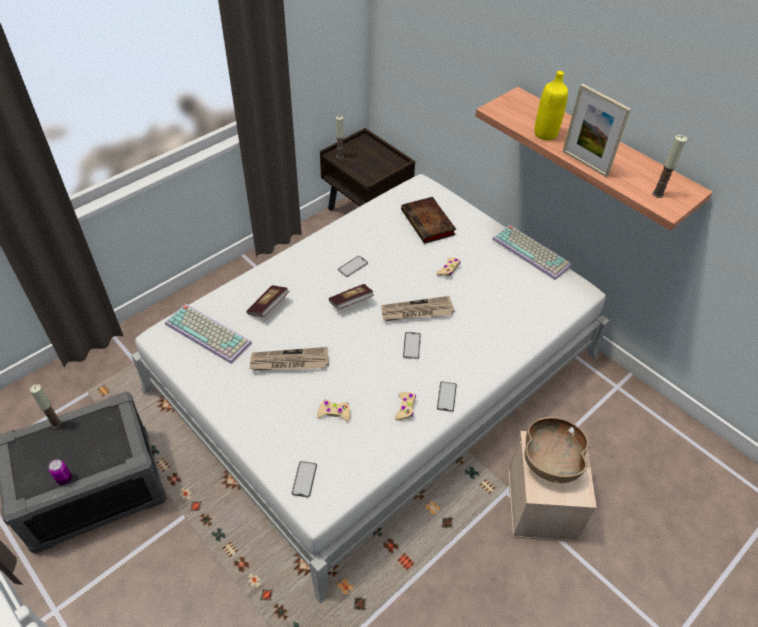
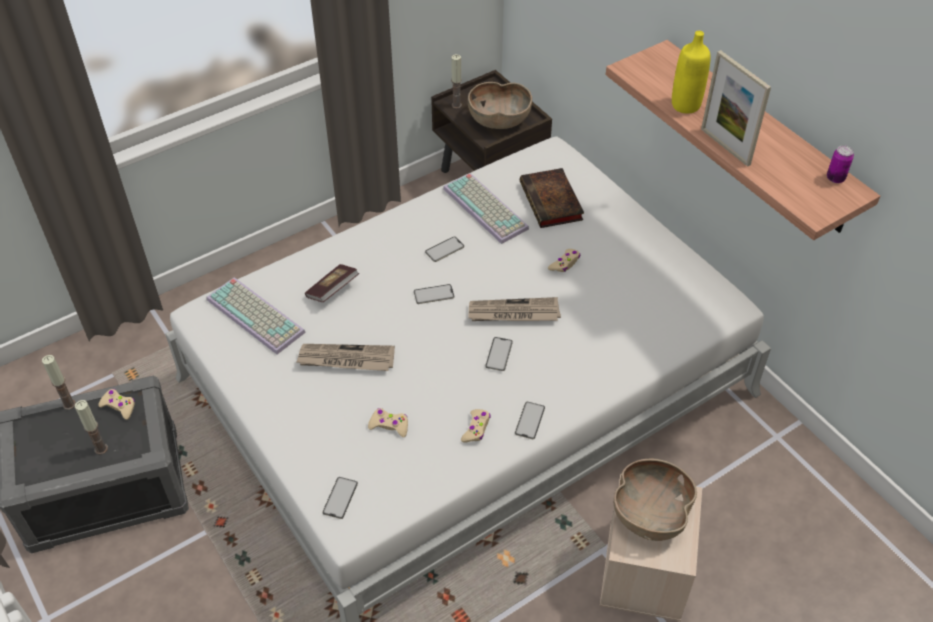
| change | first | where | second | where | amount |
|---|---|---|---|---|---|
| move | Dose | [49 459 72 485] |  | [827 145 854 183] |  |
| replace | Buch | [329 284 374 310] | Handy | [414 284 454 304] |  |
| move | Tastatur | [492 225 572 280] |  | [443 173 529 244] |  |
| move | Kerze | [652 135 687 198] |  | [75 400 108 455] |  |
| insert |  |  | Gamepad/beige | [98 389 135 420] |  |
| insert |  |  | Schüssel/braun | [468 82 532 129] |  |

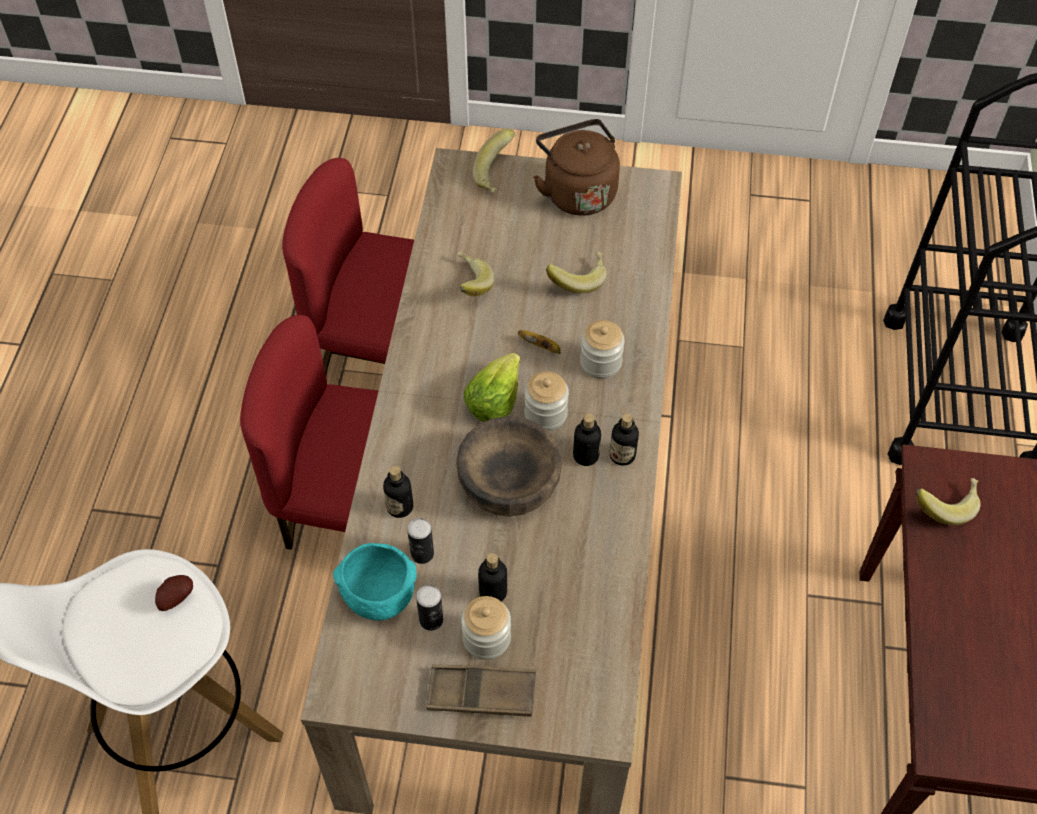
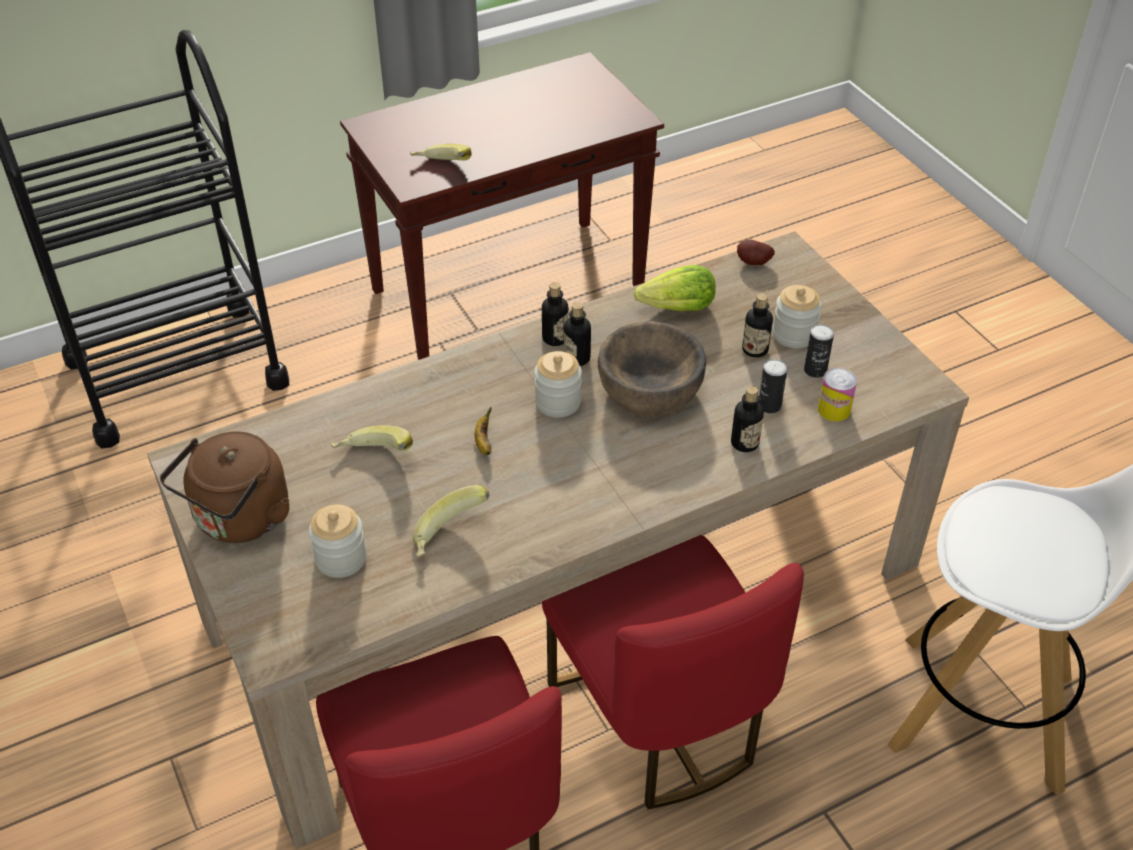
| change | first | where | second | where | amount |
|---|---|---|---|---|---|
| move | Kartoffel | [155 575 193 611] |  | [737 240 775 265] |  |
| replace | Schüssel/türkis | [333 543 417 621] | Dose | [818 367 857 422] |  |
| delete | Tablett/braun | [426 664 536 717] |  |  |  |
| move | Salatkopf | [464 353 520 422] |  | [634 265 716 311] |  |
| delete | Banane | [473 129 515 193] |  |  |  |
| move | Vorratsglas | [580 320 625 379] |  | [309 504 367 578] |  |

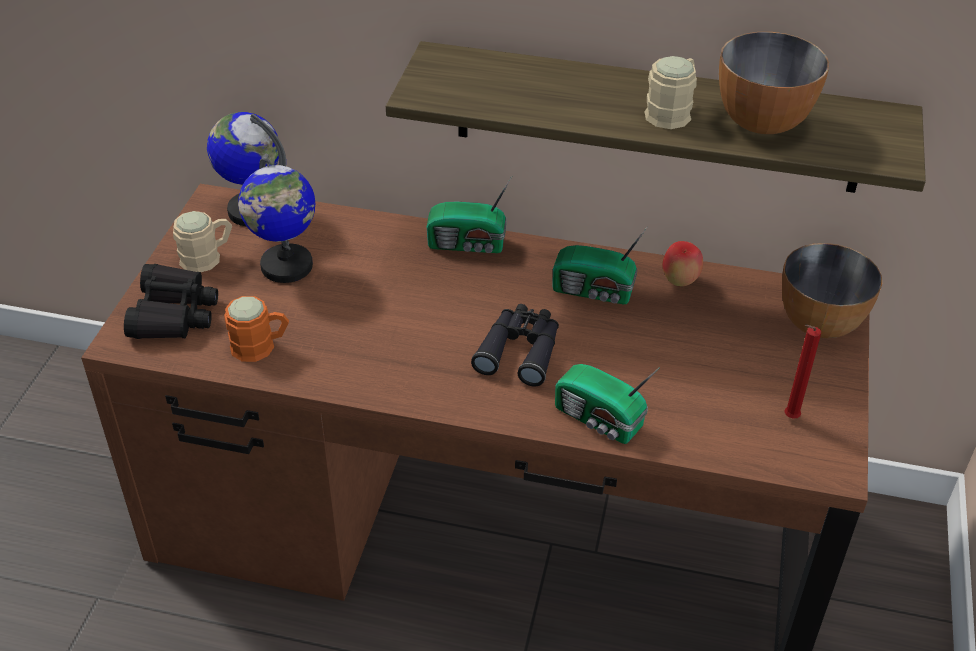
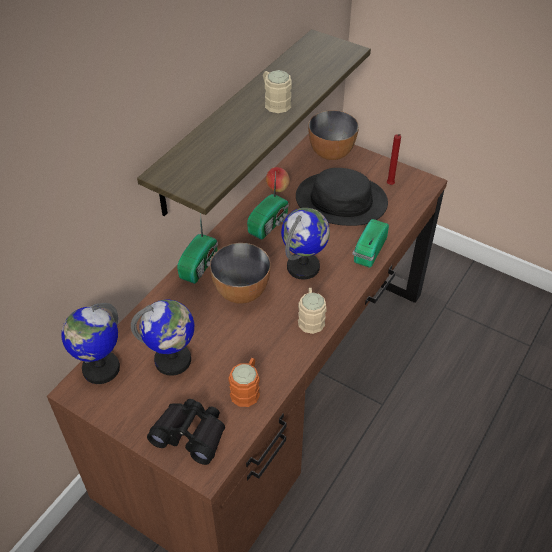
| change | first | where | second | where | amount |
|---|---|---|---|---|---|
| move | Henkelbecher/beige | [173 211 232 272] |  | [298 288 327 334] |  |
| replace | Fernglas/schwarz | [471 304 559 387] | Globus | [281 208 330 280] |  |
| rotate | Radio | [555 364 660 444] |  | [352 219 389 268] | 150 degrees clockwise |
| move | Schüssel | [719 32 829 134] |  | [210 243 271 304] |  |
| insert |  |  | Hut/schwarz | [296 168 388 226] |  |

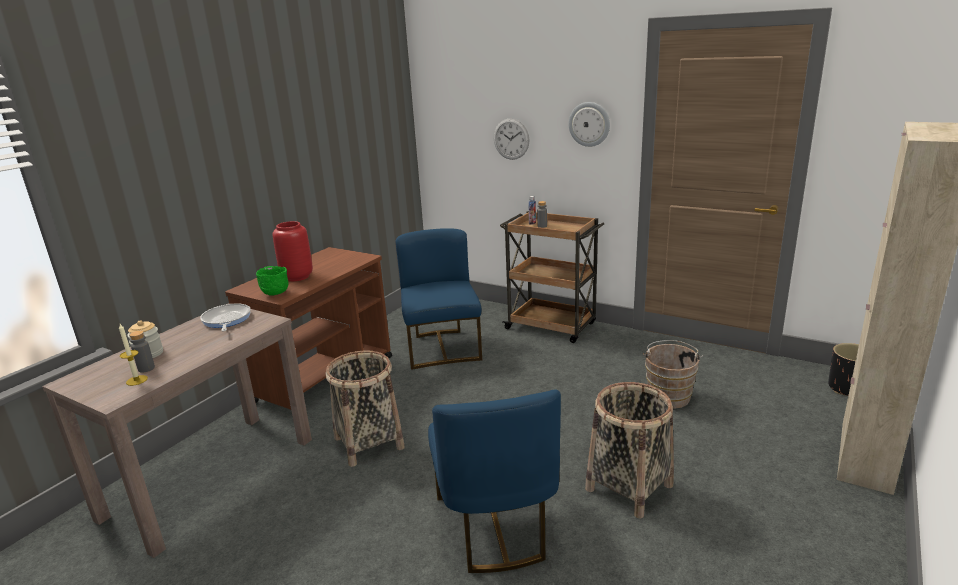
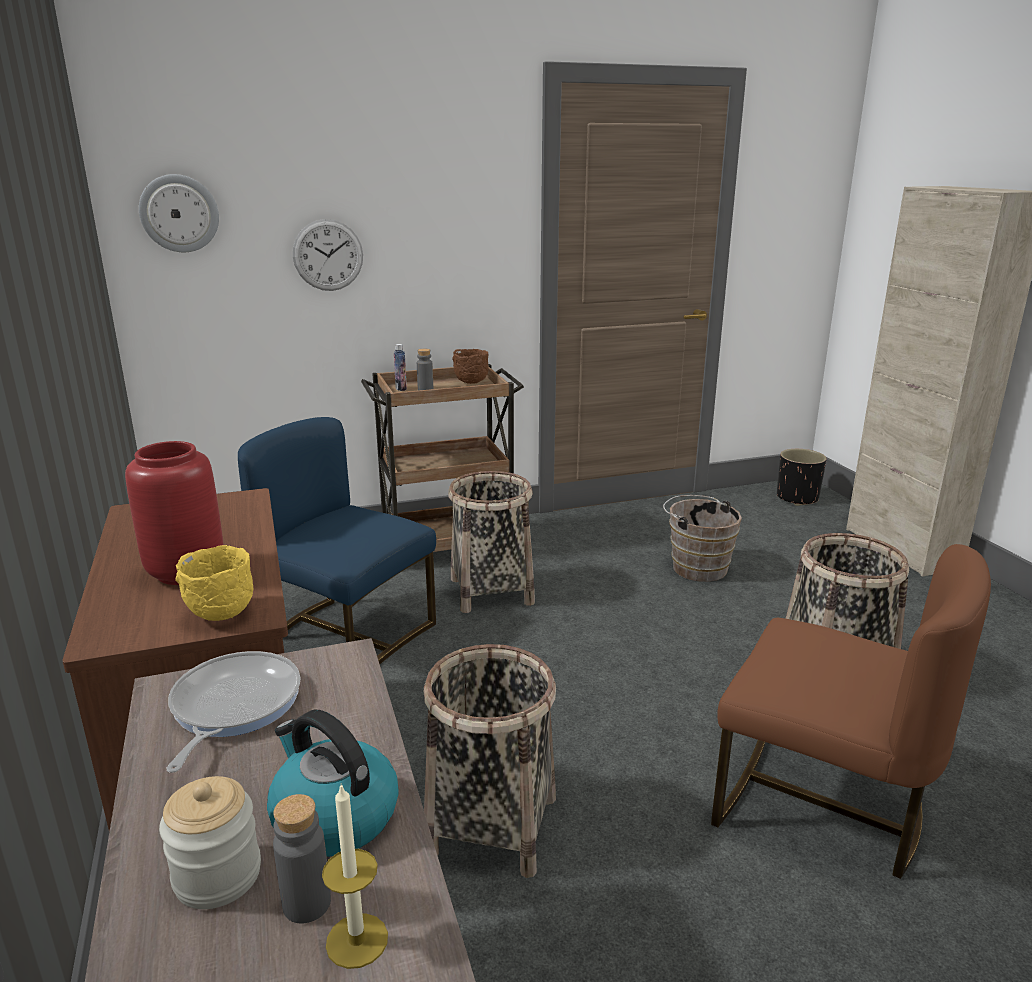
| change | first | where | second | where | amount |
|---|---|---|---|---|---|
| rotate | Pfanne | [200 303 251 331] |  | [167 651 300 773] | 75 degrees clockwise |
| recolor | Schüssel/grün | [256 266 288 296] | Schüssel/gelb | [175 545 254 621] |  |
| recolor | Stuhl/blau | [428 389 561 573] | Stuhl/braun | [711 544 991 879] |  |
| move | Wanduhr | [569 102 610 147] |  | [139 174 219 252] |  |
| insert |  |  | Wasserkessel | [267 710 399 857] |  |
| insert |  |  | Korb | [448 471 535 613] |  |
| insert |  |  | Schüssel/braun | [452 349 488 384] |  |

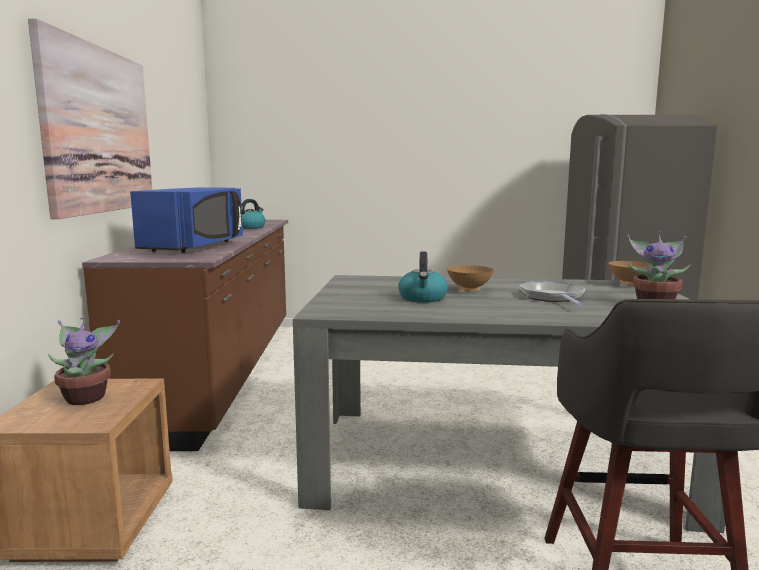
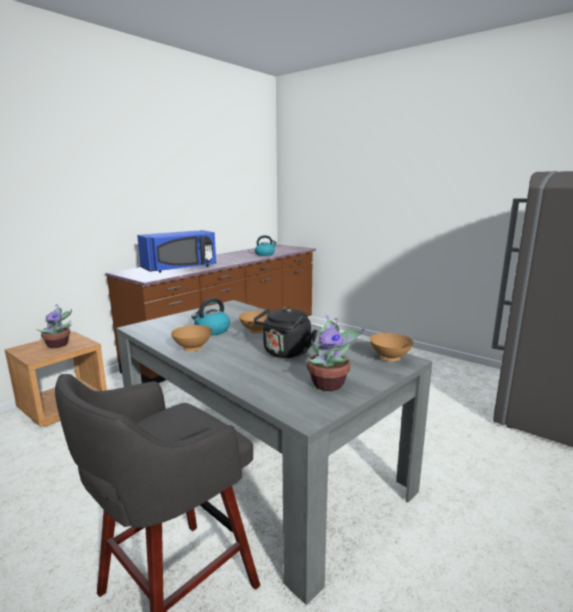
| change | first | where | second | where | amount |
|---|---|---|---|---|---|
| delete | Bild | [28 18 152 219] |  |  |  |
| replace | Pfanne | [519 281 585 306] | Wasserkessel/schwarz | [254 307 318 358] |  |
| insert |  |  | Schüssel/braun | [171 325 212 351] |  |

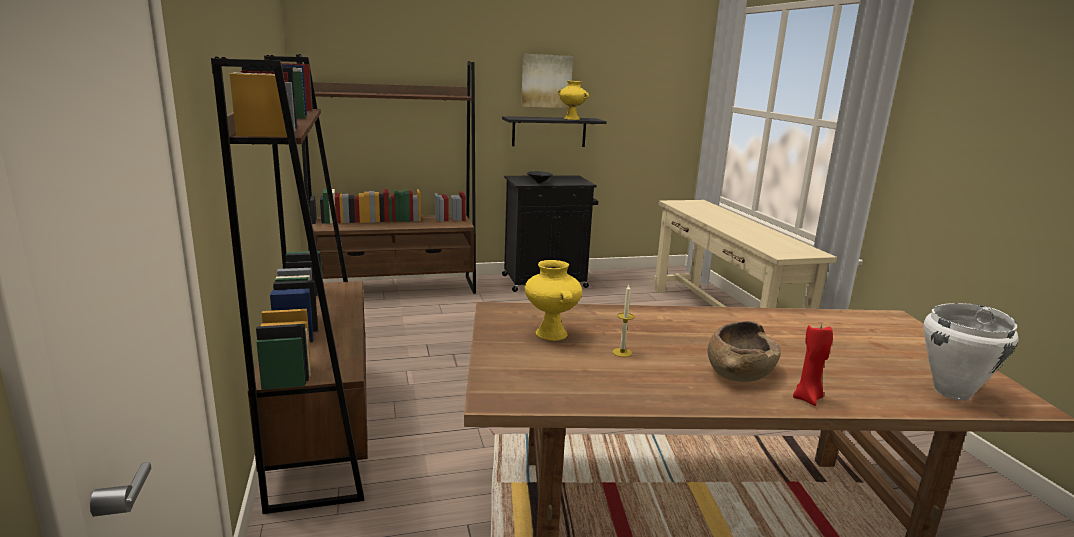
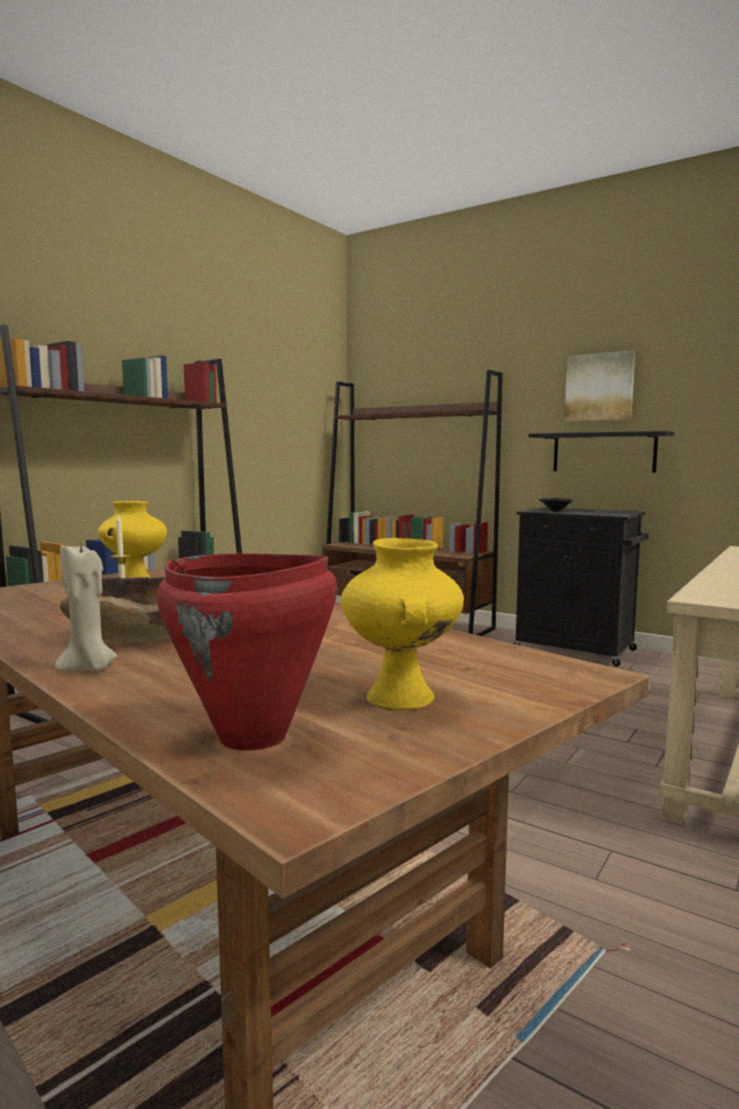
| change | first | where | second | where | amount |
|---|---|---|---|---|---|
| move | Vase/gelb | [558 80 589 120] |  | [341 538 464 710] |  |
| recolor | Kerze/rot | [793 324 833 406] | Kerze/beige | [55 545 117 670] |  |
| recolor | Kochtopf/weiß | [924 303 1018 400] | Kochtopf/rot | [157 553 337 751] |  |

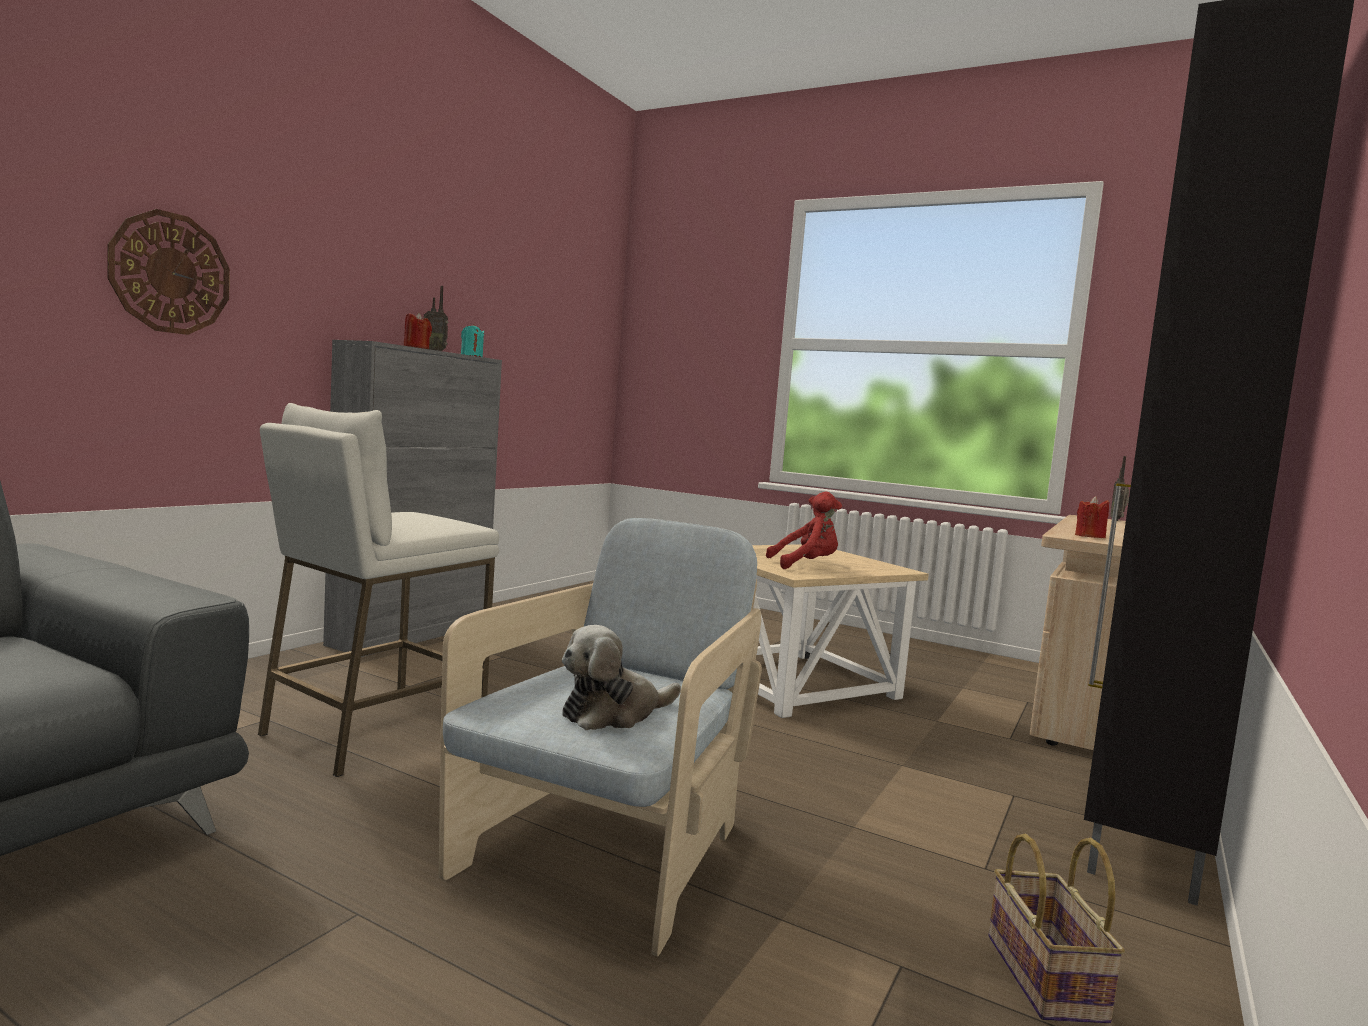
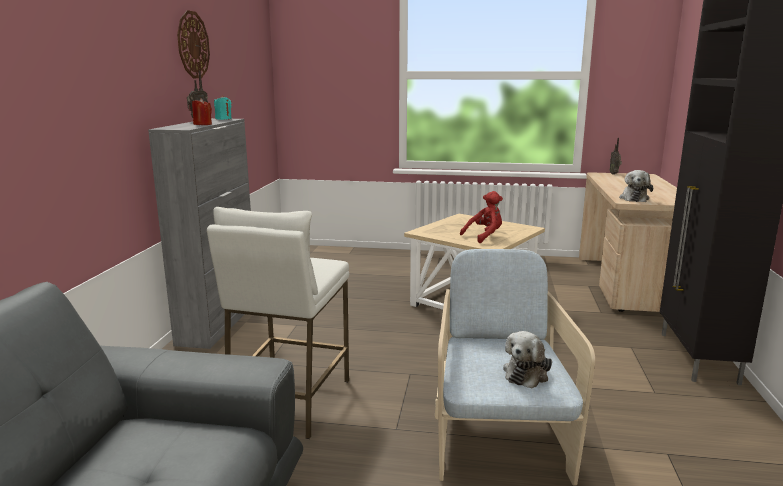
| change | first | where | second | where | amount |
|---|---|---|---|---|---|
| move | Wanduhr | [107 209 230 335] |  | [177 10 210 78] |  |
| delete | Korb | [988 834 1125 1024] |  |  |  |
| replace | Kerze/rot | [1075 496 1109 538] | Plüschtier | [619 170 653 202] |  |

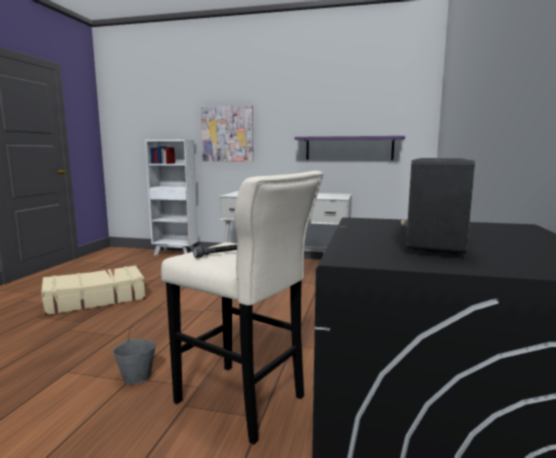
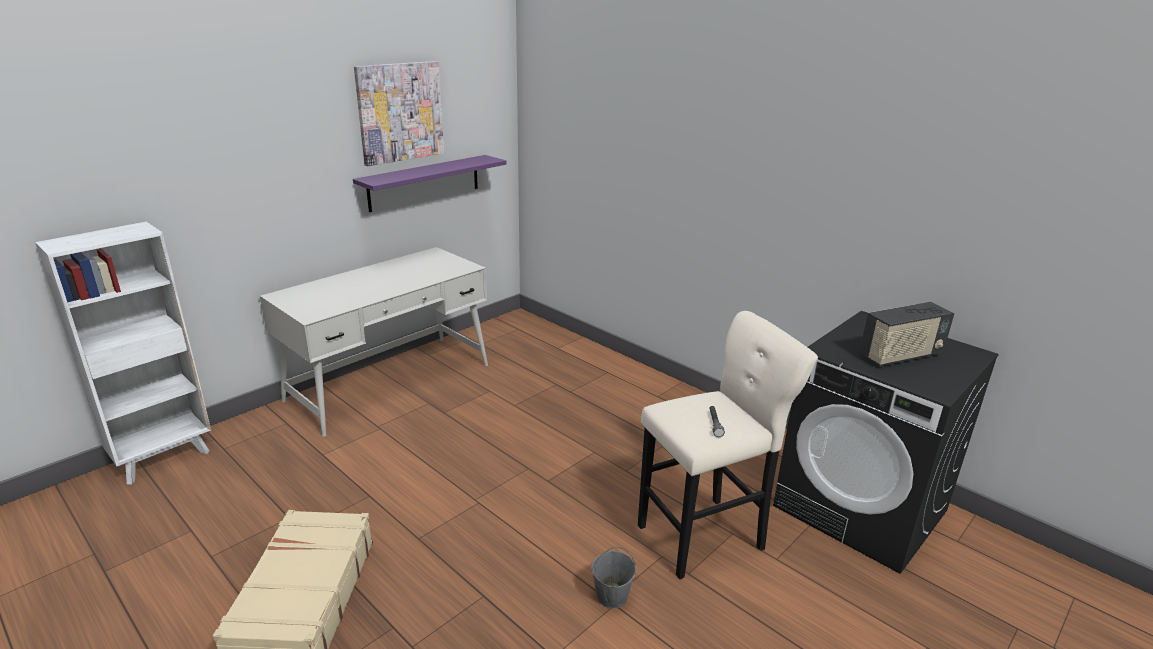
| change | first | where | second | where | amount |
|---|---|---|---|---|---|
| move | Bild | [201 105 253 162] |  | [354 61 444 166] |  |
| rotate | Radio | [401 158 475 254] |  | [859 302 954 366] | 75 degrees counterclockwise |

